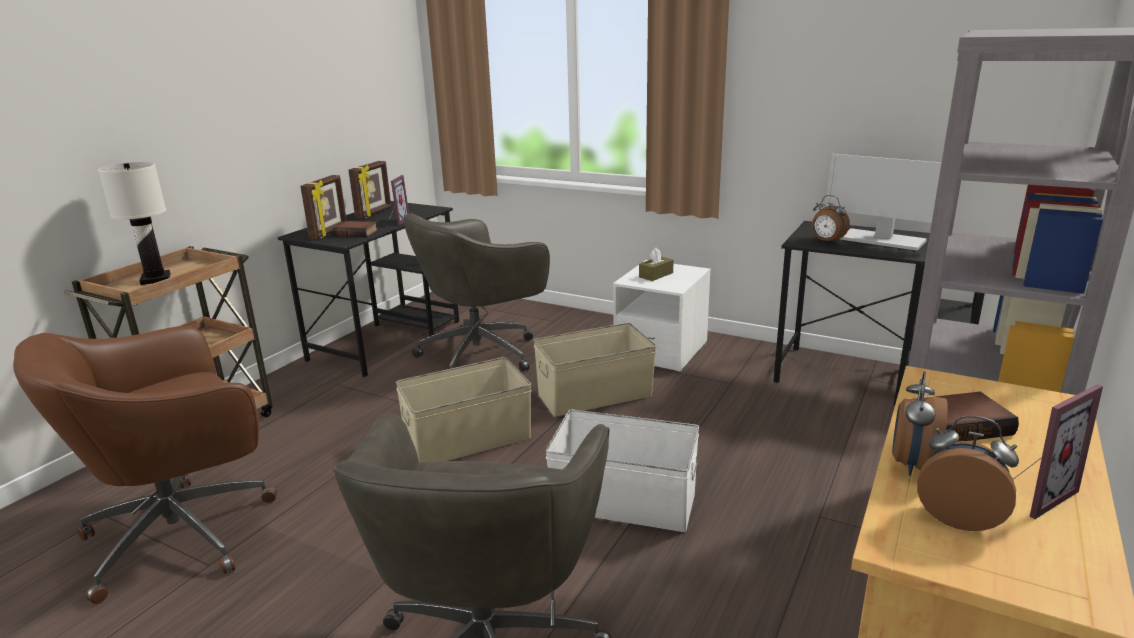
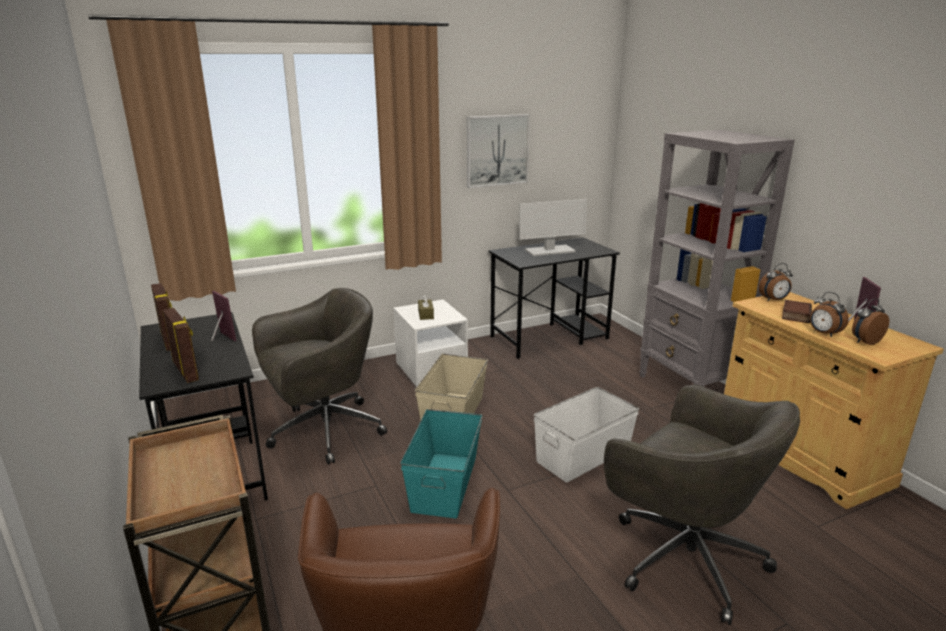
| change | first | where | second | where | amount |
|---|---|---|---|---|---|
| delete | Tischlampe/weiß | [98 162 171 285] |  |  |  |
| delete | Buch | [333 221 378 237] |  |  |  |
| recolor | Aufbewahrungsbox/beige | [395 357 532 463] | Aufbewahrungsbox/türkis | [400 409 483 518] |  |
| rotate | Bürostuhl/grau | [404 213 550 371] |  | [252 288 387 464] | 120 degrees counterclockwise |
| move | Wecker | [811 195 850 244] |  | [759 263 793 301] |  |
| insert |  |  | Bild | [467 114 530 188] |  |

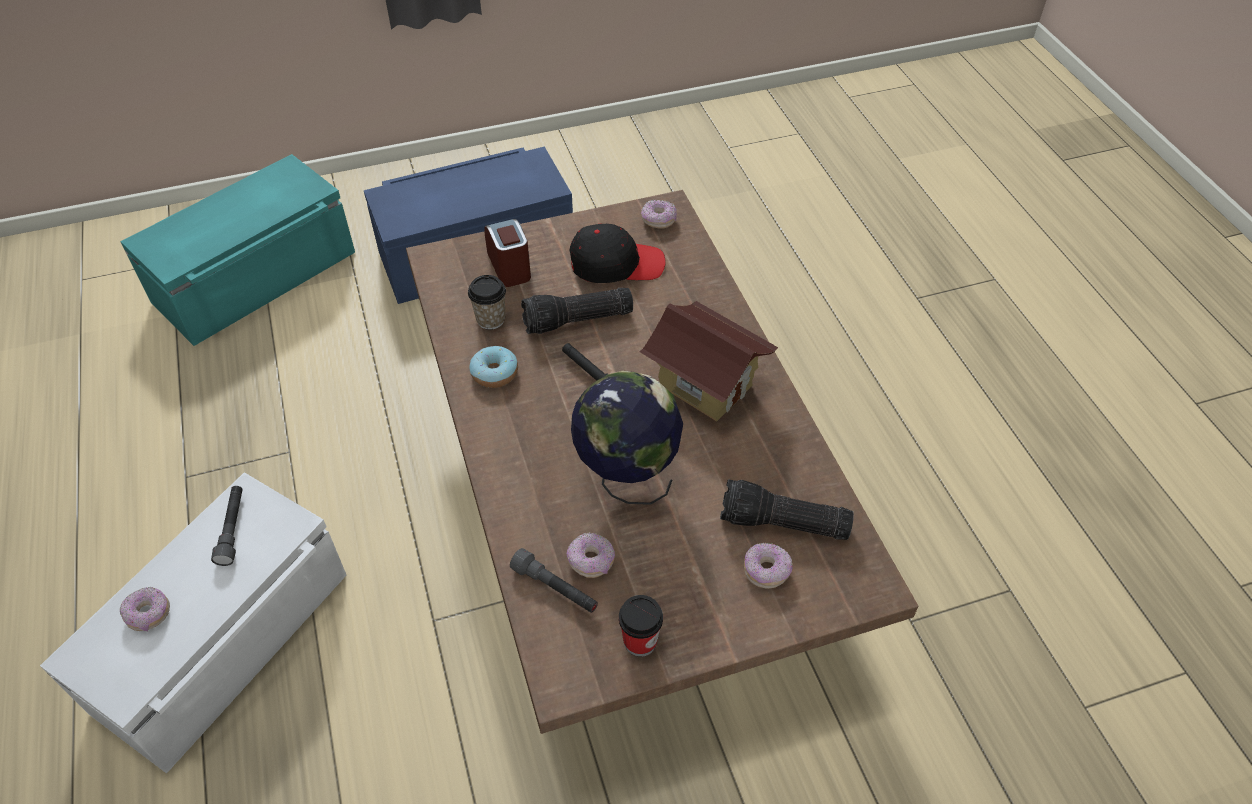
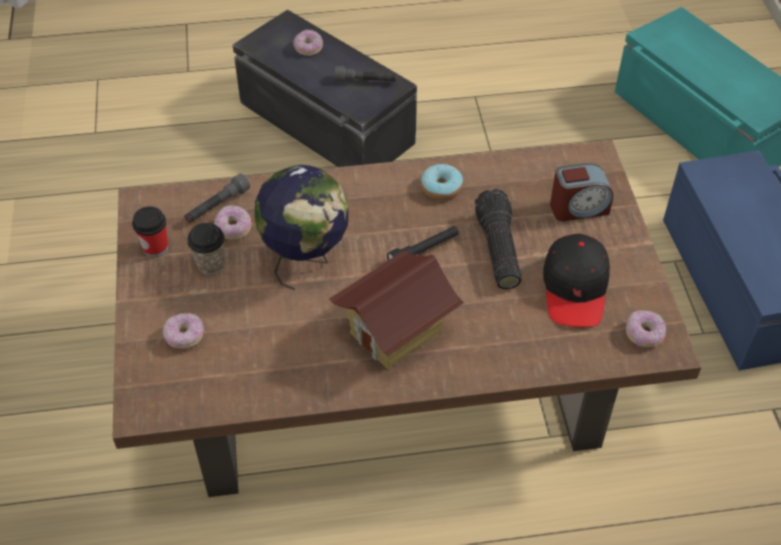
| change | first | where | second | where | amount |
|---|---|---|---|---|---|
| recolor | Aufbewahrungsbox/weiß | [40 472 346 774] | Aufbewahrungsbox/schwarz | [233 9 417 167] |  |
| move | Tasse | [468 275 506 330] |  | [187 223 225 275] |  |
| delete | Taschenlampe | [720 480 854 540] |  |  |  |

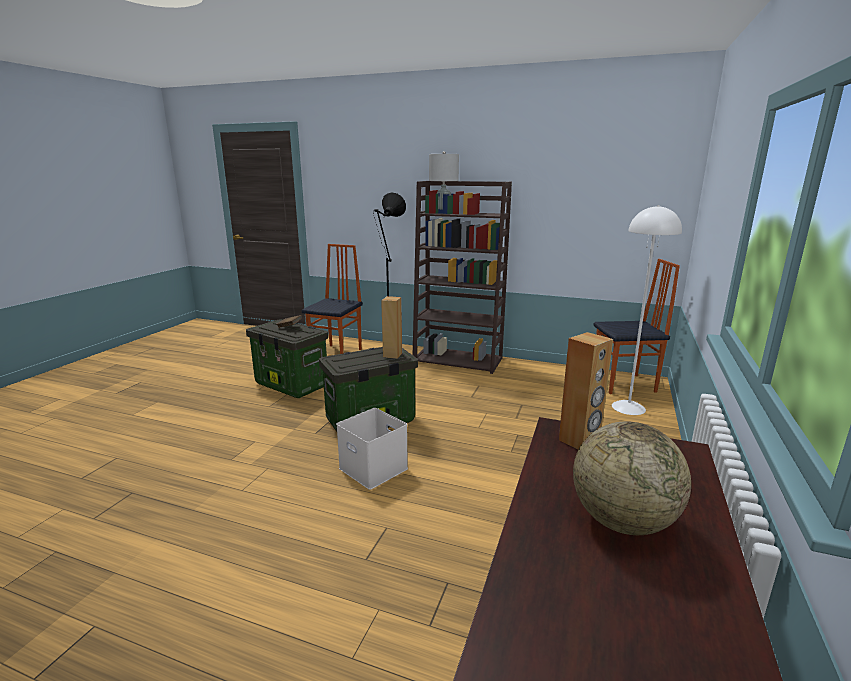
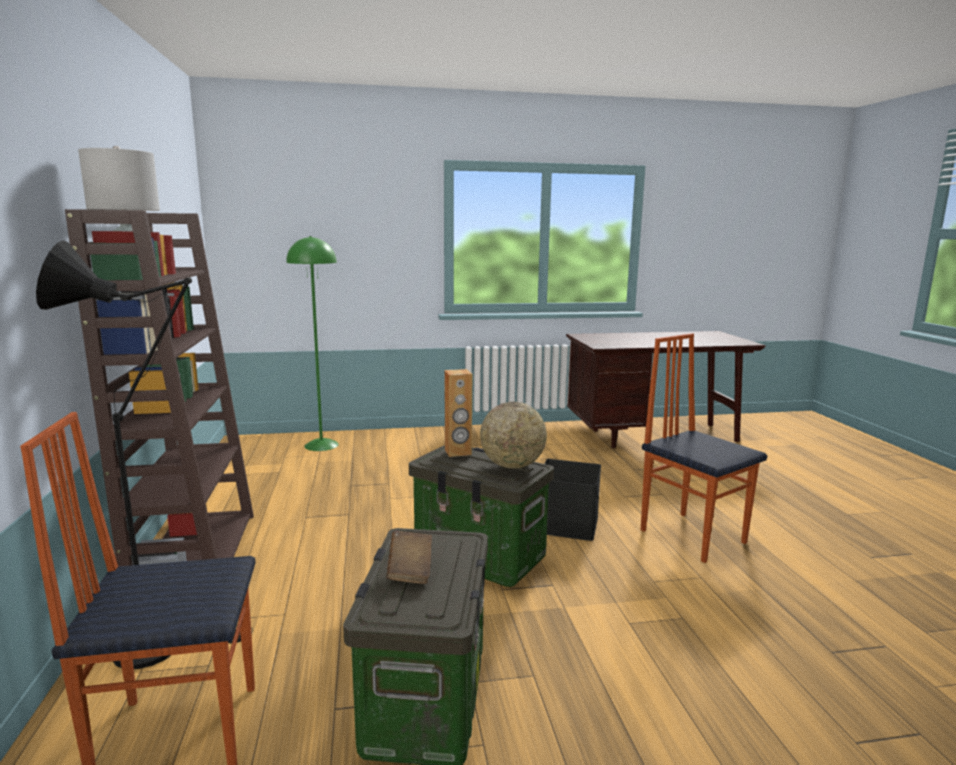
| change | first | where | second | where | amount |
|---|---|---|---|---|---|
| recolor | Aufbewahrungsbox/weiß | [336 408 408 490] | Aufbewahrungsbox/schwarz | [545 459 601 541] |  |
| delete | Lautsprecher/braun | [559 332 613 450] |  |  |  |
| move | Globus | [573 421 691 535] |  | [480 402 547 469] |  |
| move | Stuhl | [594 259 680 394] |  | [641 333 767 563] |  |
| recolor | Stehlampe/weiß | [612 205 682 415] | Stehlampe/grün | [286 236 339 451] |  |

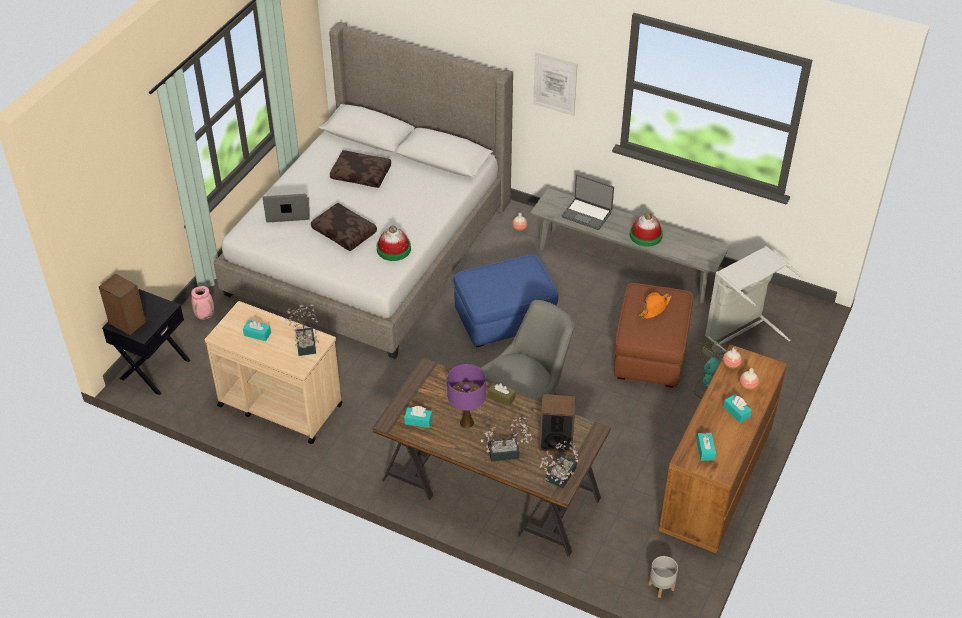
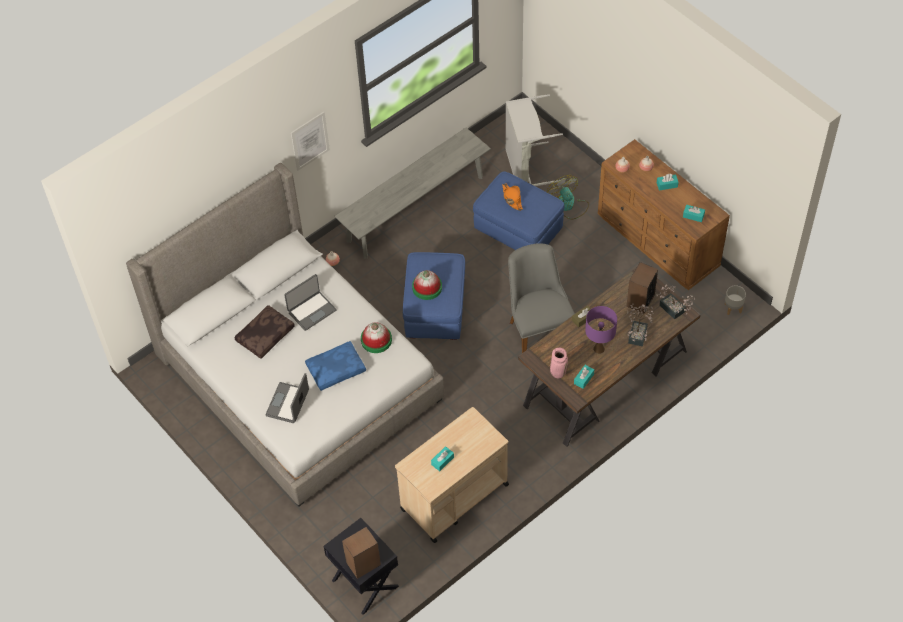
| change | first | where | second | where | amount |
|---|---|---|---|---|---|
| move | Vase/rosa | [191 286 214 320] |  | [550 348 568 379] |  |
| delete | Topfpflanze | [285 304 319 356] |  |  |  |
| recolor | Kissen/braun | [311 203 377 251] | Kissen/blau | [305 341 366 391] |  |
| move | Laptop | [562 174 614 230] |  | [284 274 337 331] |  |
| recolor | Polsterhocker/braun | [614 283 693 388] | Polsterhocker/blau | [473 172 565 250] |  |
| move | Hut | [630 212 663 247] |  | [412 270 442 300] |  |

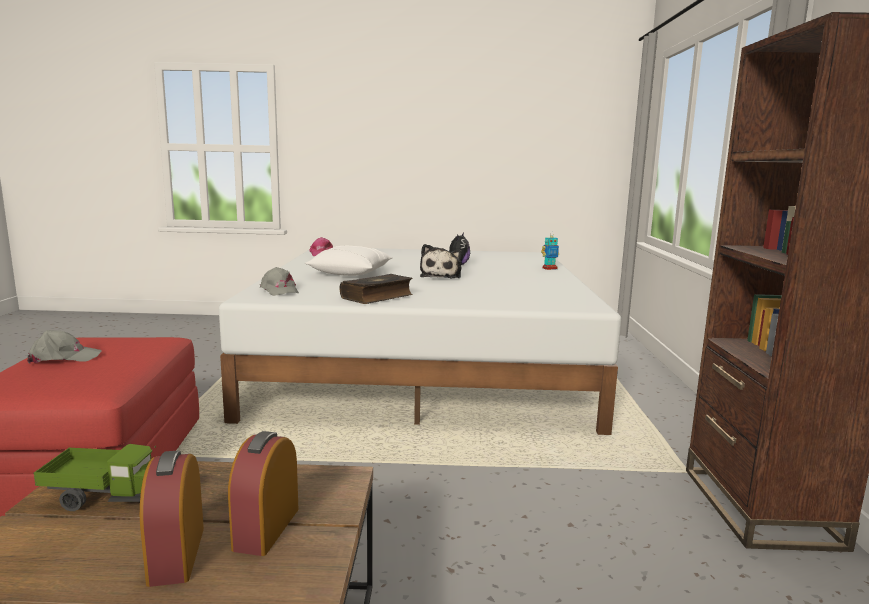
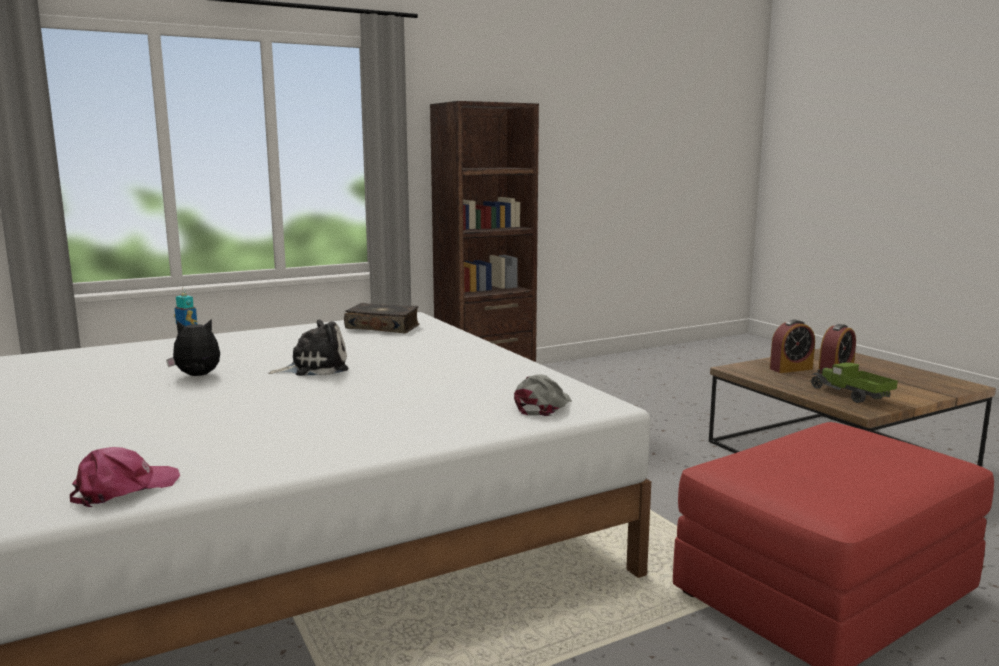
| change | first | where | second | where | amount |
|---|---|---|---|---|---|
| delete | Kappe/grau | [27 330 102 364] |  |  |  |
| delete | Kissen/weiß | [305 246 392 276] |  |  |  |
| move | Buch | [340 274 413 304] |  | [344 303 419 333] |  |

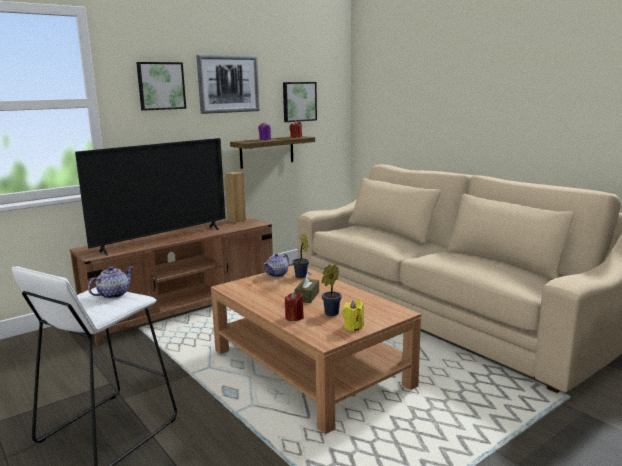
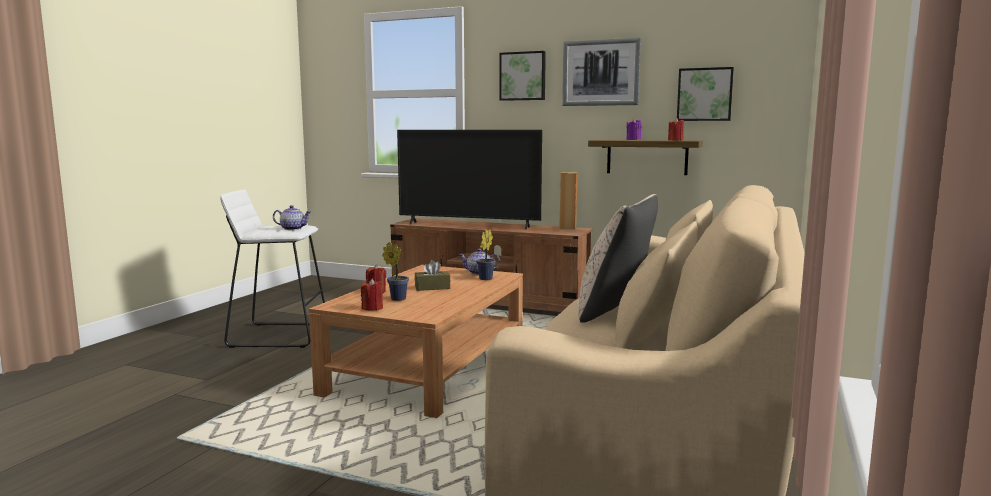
| change | first | where | second | where | amount |
|---|---|---|---|---|---|
| recolor | Kerze/gelb | [342 300 364 331] | Kerze/rot | [361 278 383 311] |  |
| insert |  |  | Kissen/beige | [578 194 658 323] |  |

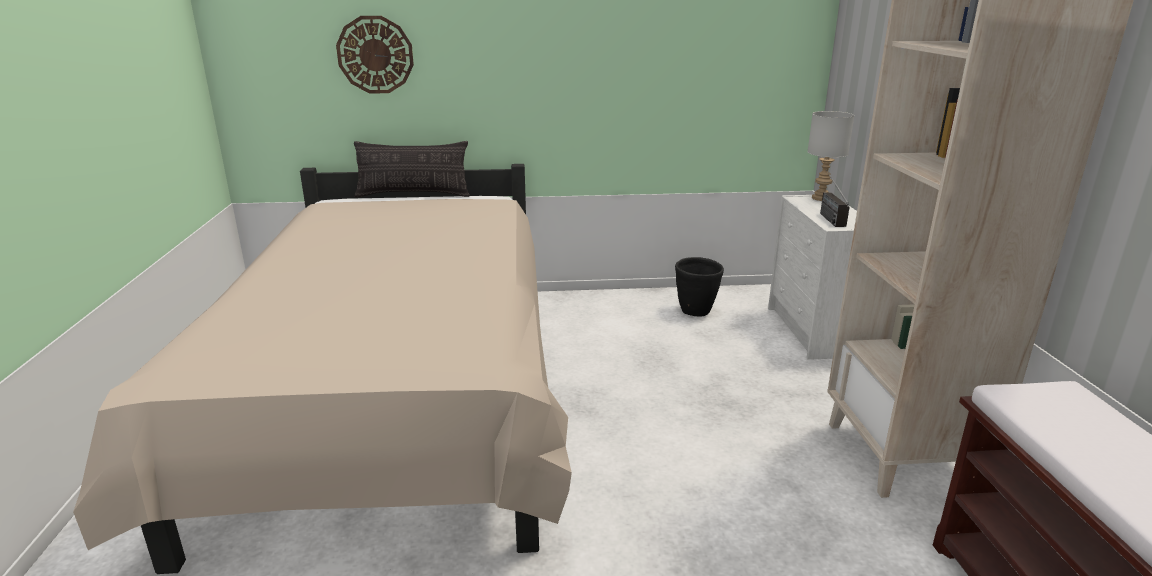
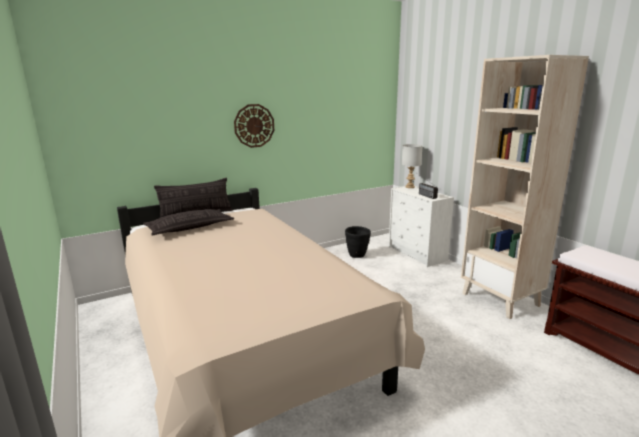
| change | first | where | second | where | amount |
|---|---|---|---|---|---|
| move | Wanduhr | [336 16 414 93] |  | [234 104 274 148] |  |
| insert |  |  | Kissen | [143 209 234 235] |  |

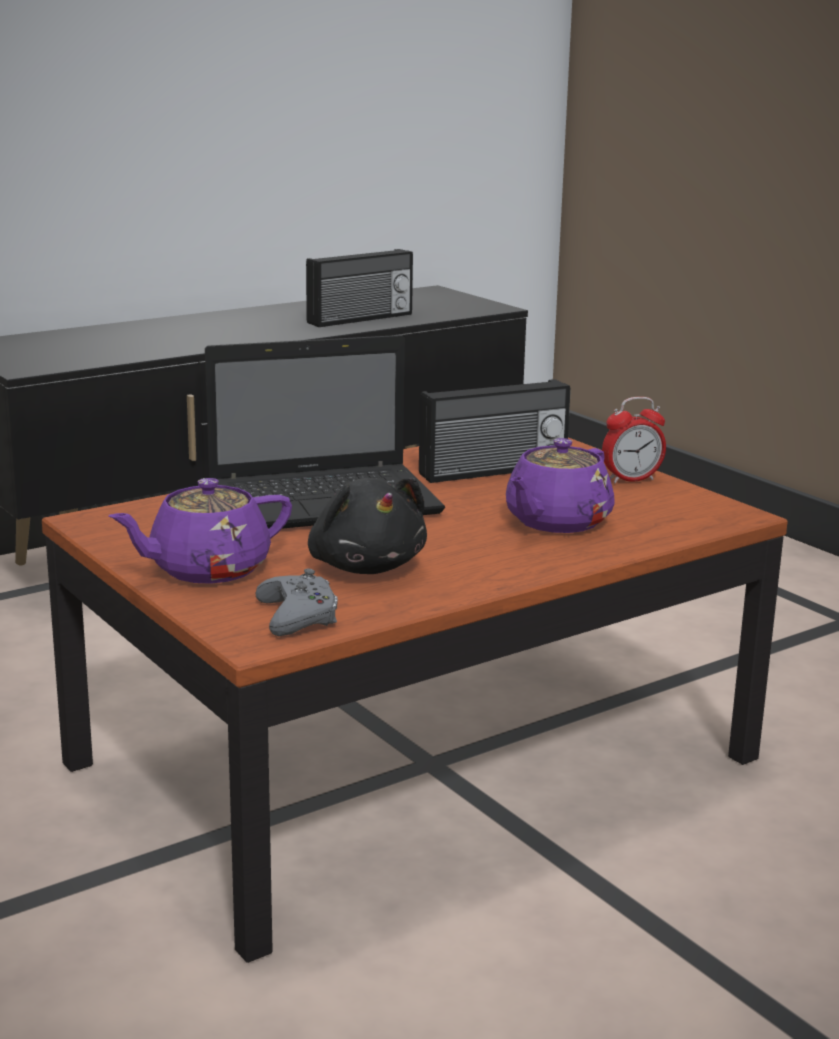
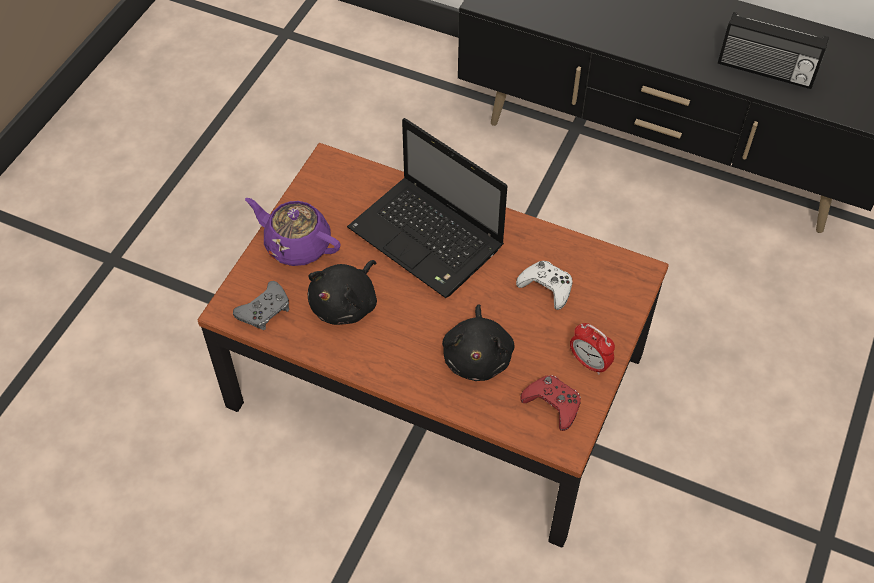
| change | first | where | second | where | amount |
|---|---|---|---|---|---|
| replace | Radio | [419 379 570 483] | Gamepad/weiß | [516 261 573 310] |  |
| replace | Teekanne/lila | [506 438 615 533] | Plüschtier/schwarz | [442 305 514 381] |  |
| insert |  |  | Gamepad/rot | [520 375 581 431] |  |

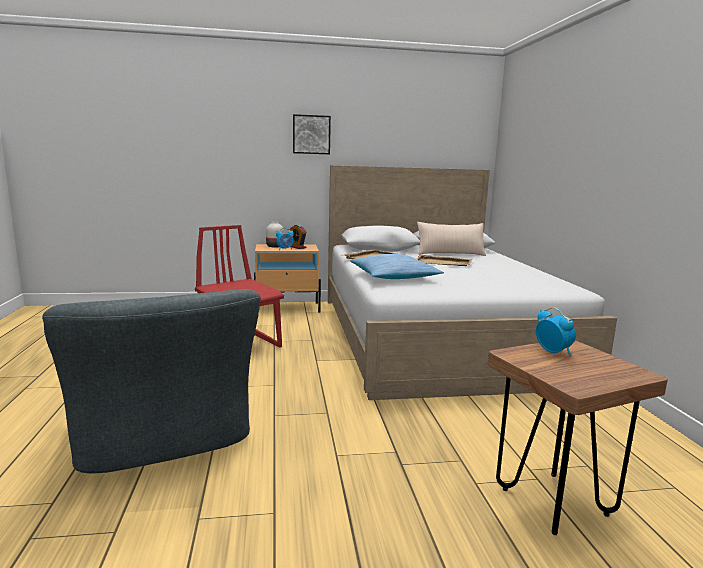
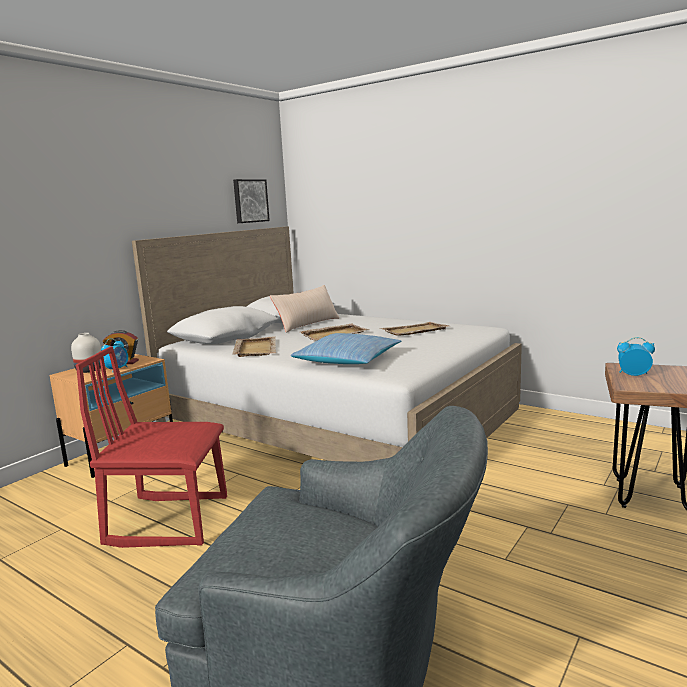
| change | first | where | second | where | amount |
|---|---|---|---|---|---|
| move | Bild | [293 114 331 154] |  | [233 179 270 223] |  |
| insert |  |  | Tablett/beige | [380 322 449 336] |  |

